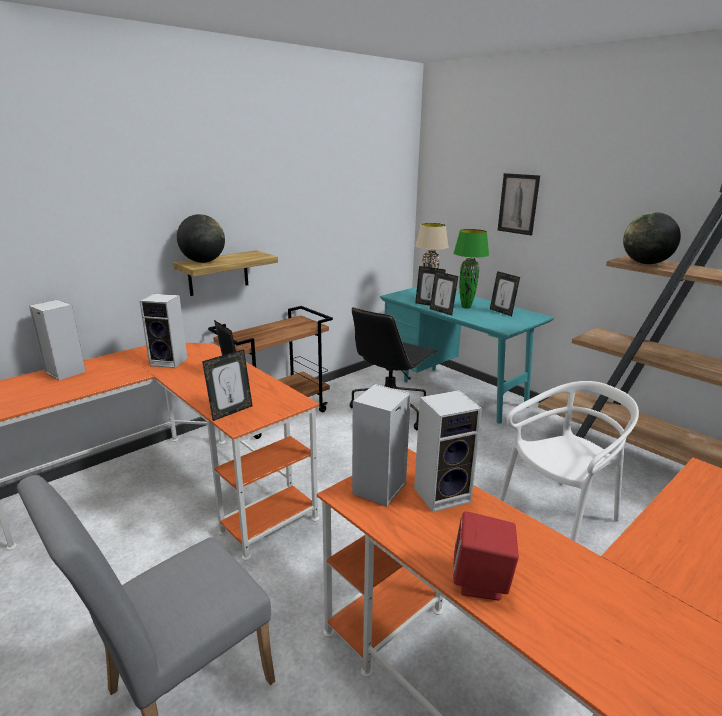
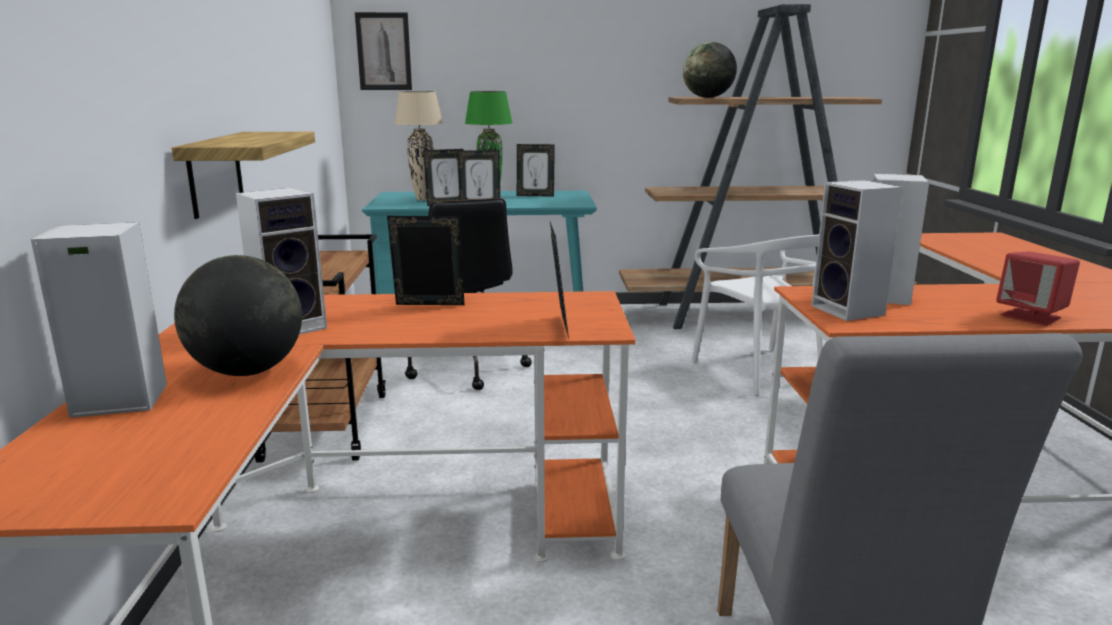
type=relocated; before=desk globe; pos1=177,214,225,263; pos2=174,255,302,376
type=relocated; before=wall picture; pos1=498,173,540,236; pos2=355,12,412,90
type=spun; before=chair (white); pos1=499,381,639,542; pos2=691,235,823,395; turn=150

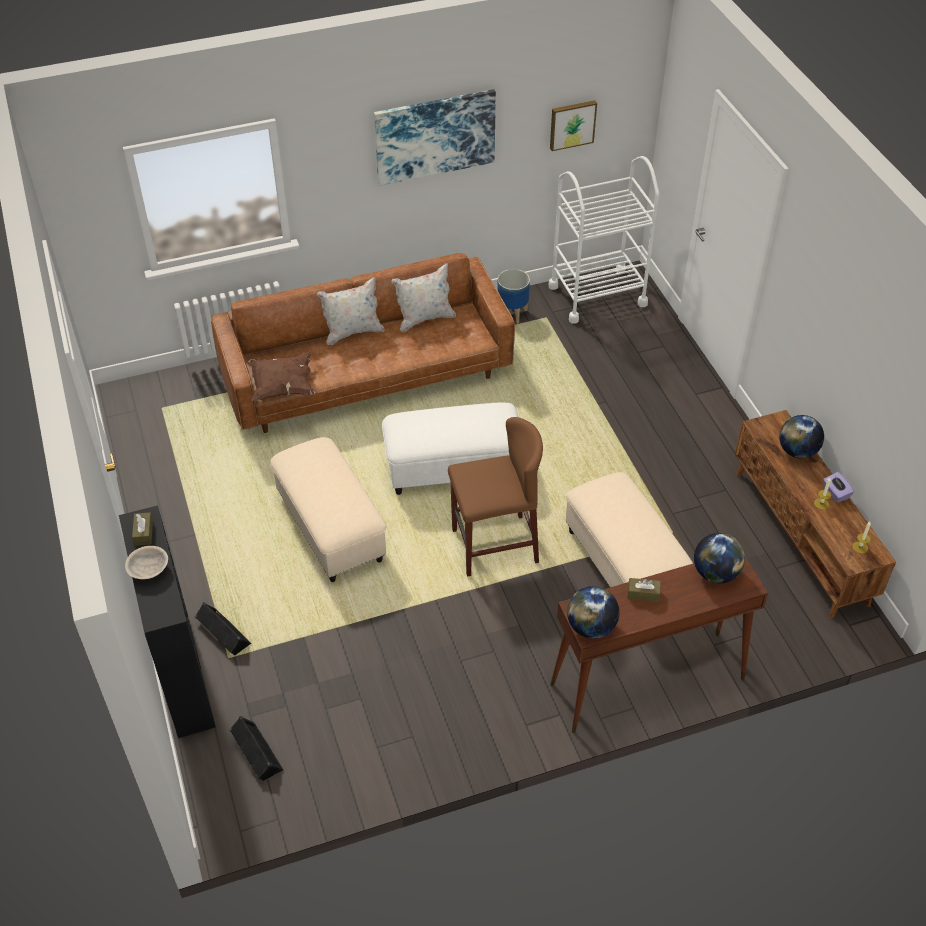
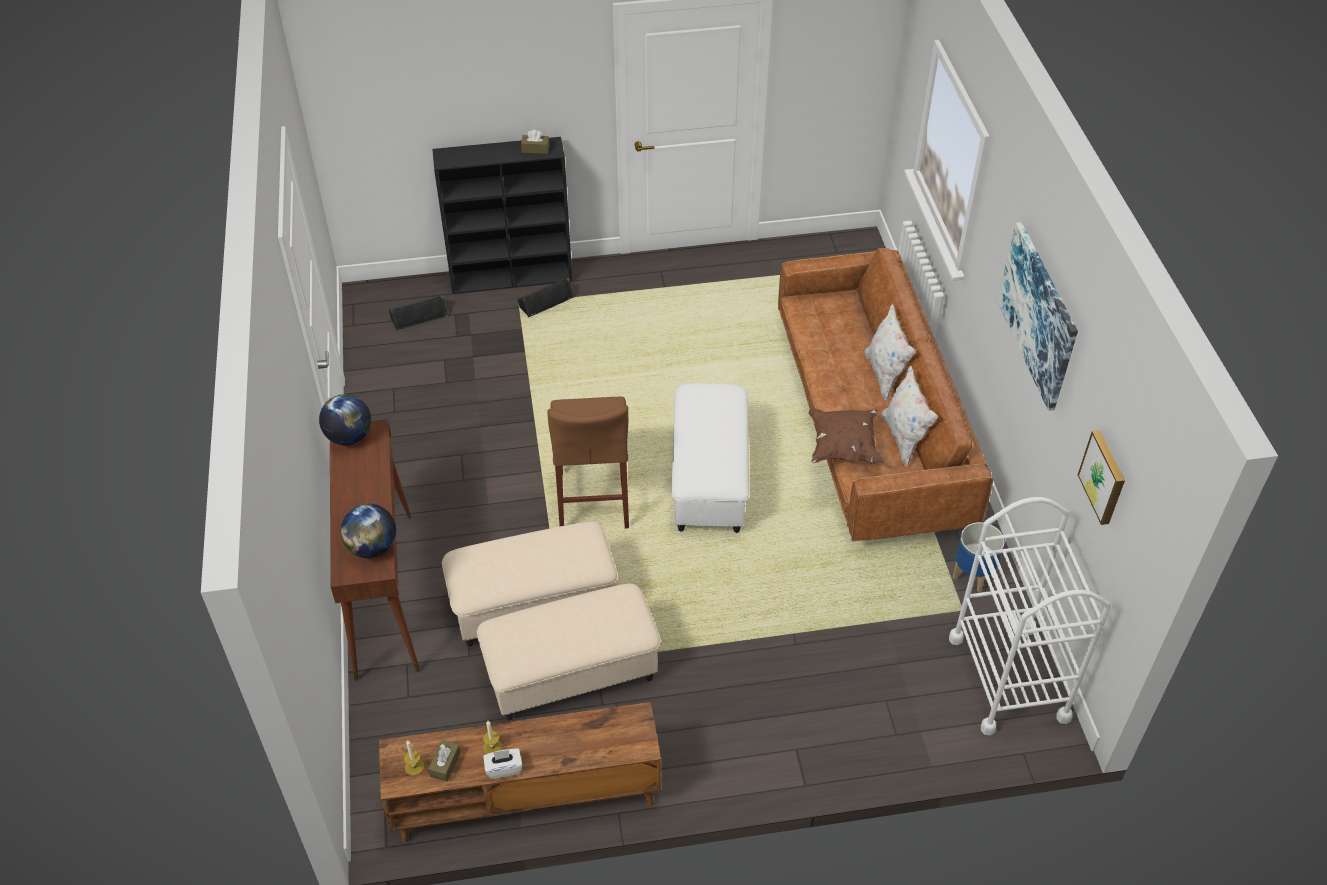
type=missing; before=serving bowl (beige-coloured); pos1=125,546,168,579
type=relocated; before=throw pillow (brownish); pos1=248,352,316,401; pos2=808,408,884,463
type=relocated; before=pouffe (beige-coloured); pos1=270,437,387,582; pos2=477,583,661,721
type=relocated; before=tissue box (brownish); pos1=628,578,661,602; pos2=428,740,461,782
type=missing; before=desk globe; pos1=779,415,824,459
type=colour; before=tissue box (purple-coloured); after=tissue box (white); pos1=823,472,854,503; pos2=483,749,523,779

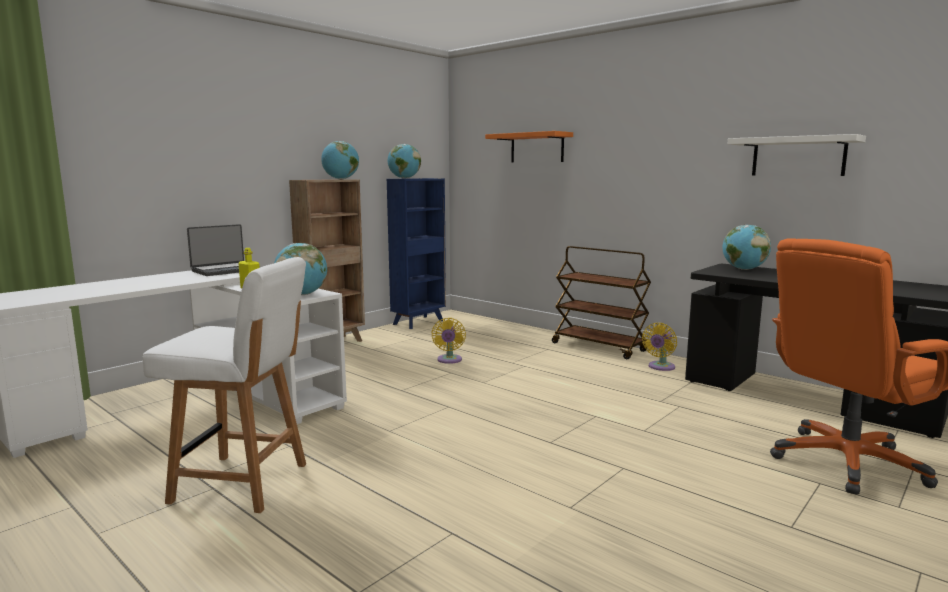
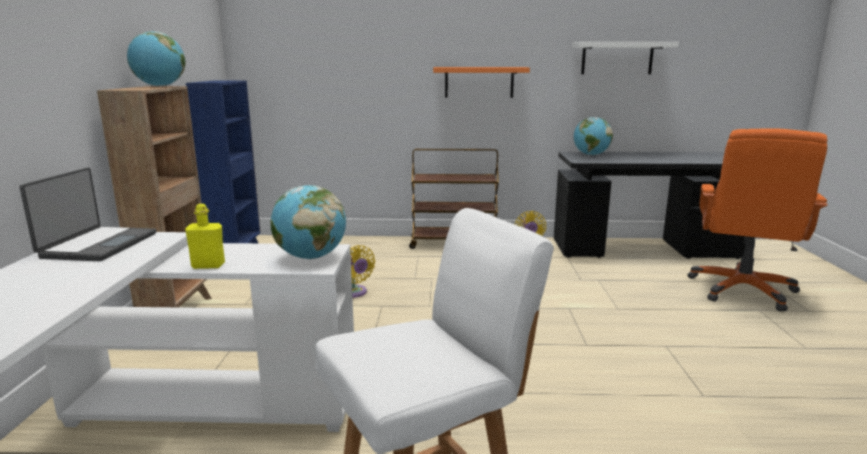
type=missing; before=desk globe; pos1=388,144,421,179
type=relocated; before=wall shelf (orangey); pos1=485,131,573,163; pos2=433,67,530,98

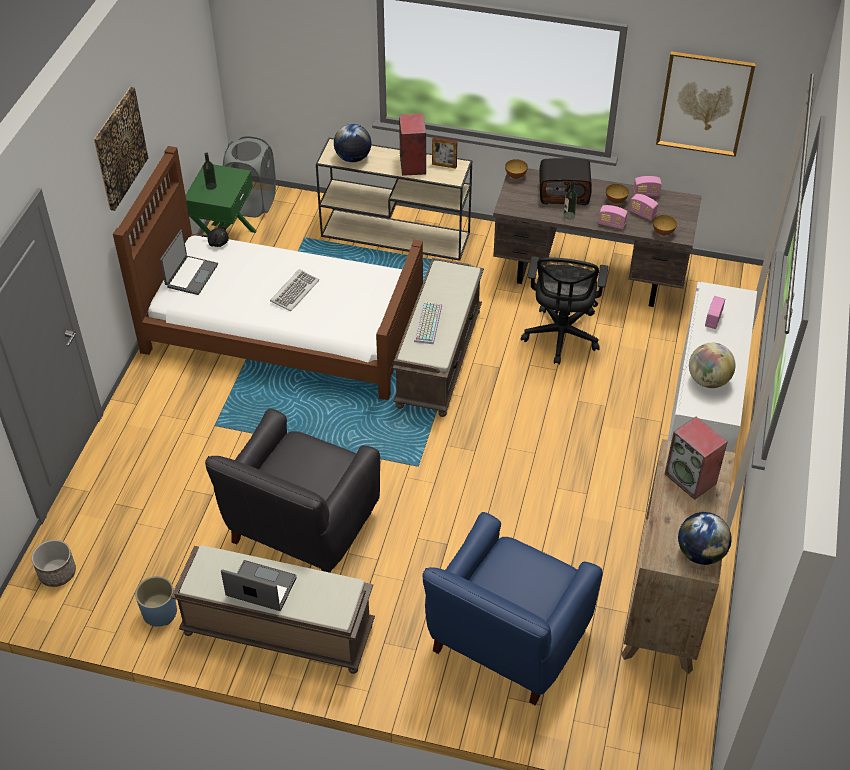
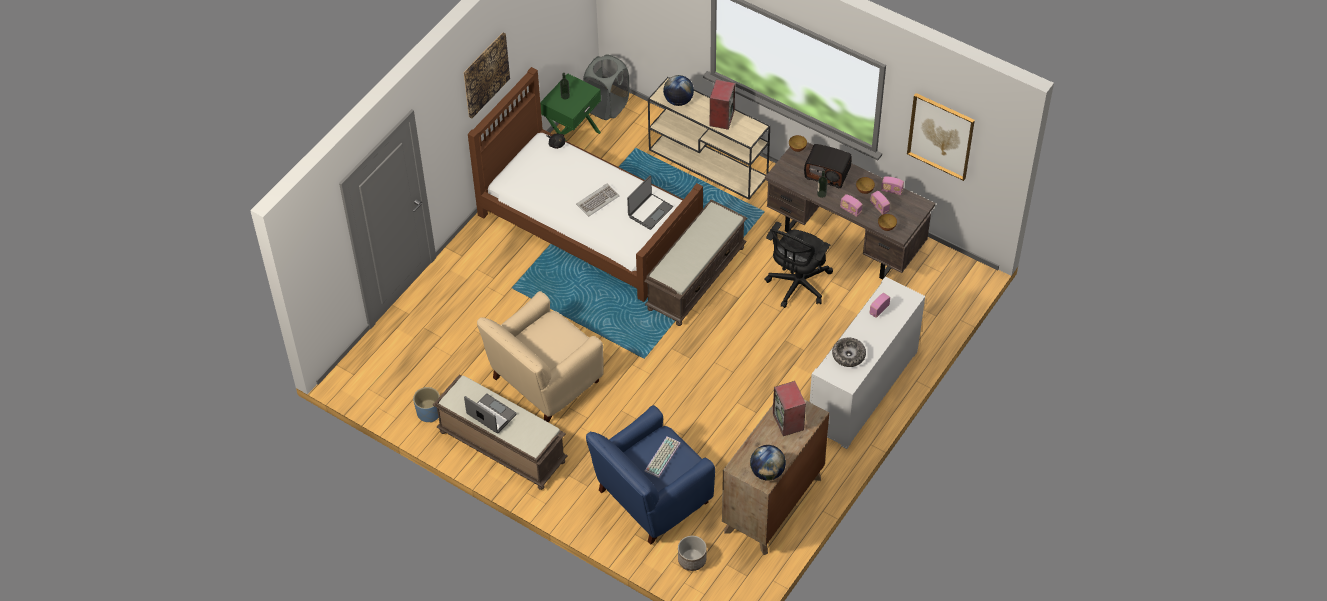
type=relocated; before=flower pot; pos1=32,540,76,587; pos2=678,536,707,571
type=relocated; before=laptop; pos1=160,230,218,295; pos2=627,175,673,230
type=colour; before=lounge chair (black-coloured); after=lounge chair (beige-coloured); pos1=205,408,380,573; pos2=477,291,604,422
type=relocated; before=keyboard; pos1=414,301,442,344; pos2=644,436,681,478
type=missing; before=picture frame; pos1=432,137,457,168
type=exchanged; before=desk globe; after=serving bowl; pos1=689,343,736,388; pos2=832,338,866,367

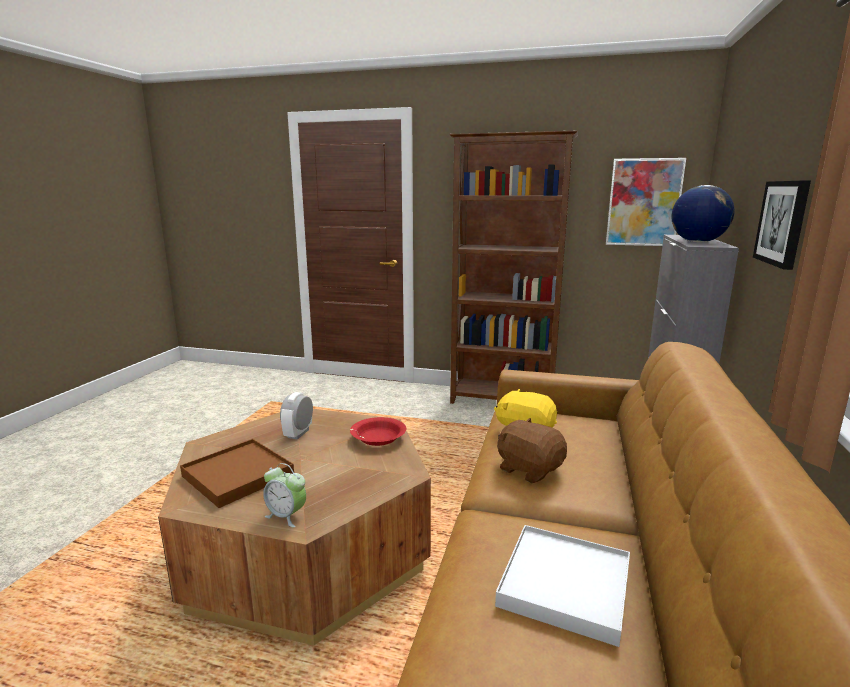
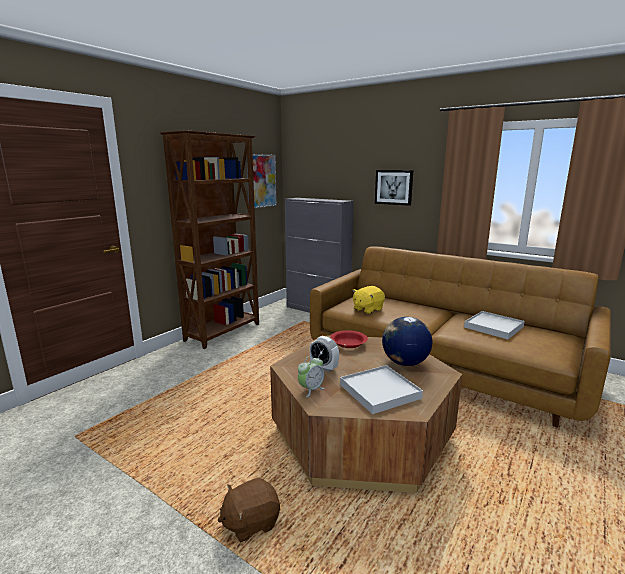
type=colour; before=serving tray (brownish); after=serving tray (white); pos1=180,439,294,508; pos2=340,365,423,414
type=relocated; before=bedside clock; pos1=263,463,306,527; pos2=298,355,324,397
type=relocated; before=cuddly toy (brownish); pos1=497,418,567,483; pos2=217,478,280,542
type=relocated; before=desk globe; pos1=671,185,735,243; pos2=382,317,432,366

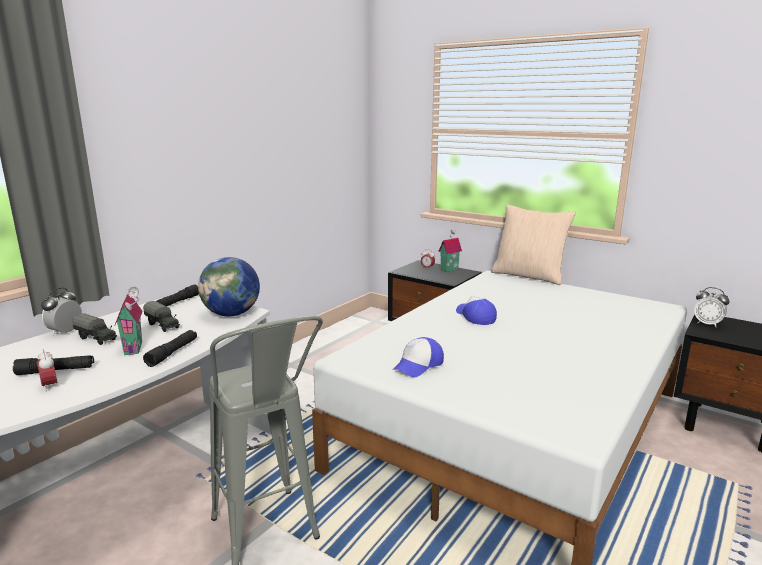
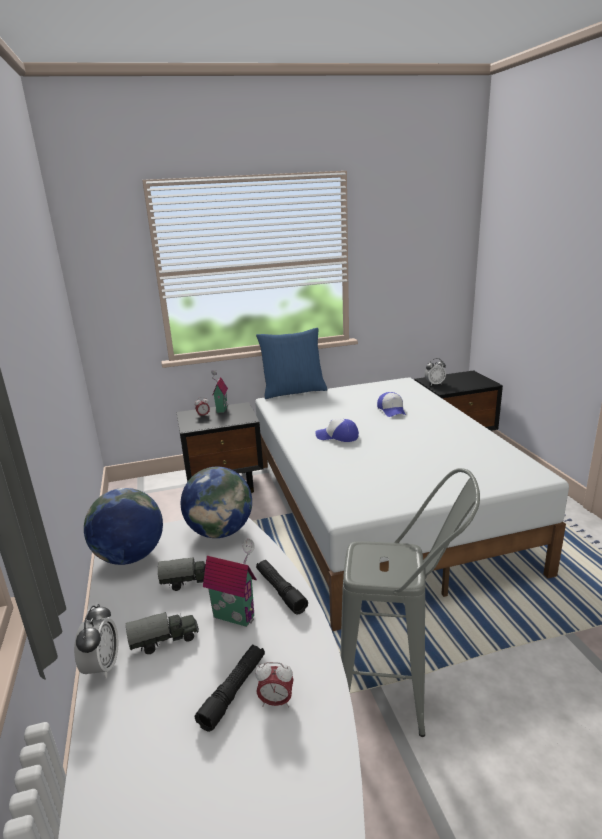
type=spun; before=bedside clock; pos1=41,287,82,335; pos2=74,604,118,678; turn=-150
type=exchanged; before=hand torch (black-coloured); after=desk globe; pos1=156,284,199,307; pos2=84,488,163,565
type=relocated; before=baseball cap; pos1=393,337,444,377; pos2=377,392,406,417
type=colour; before=throw pillow (beige-coloured); after=throw pillow (bluish); pos1=491,205,576,285; pos2=256,328,327,399

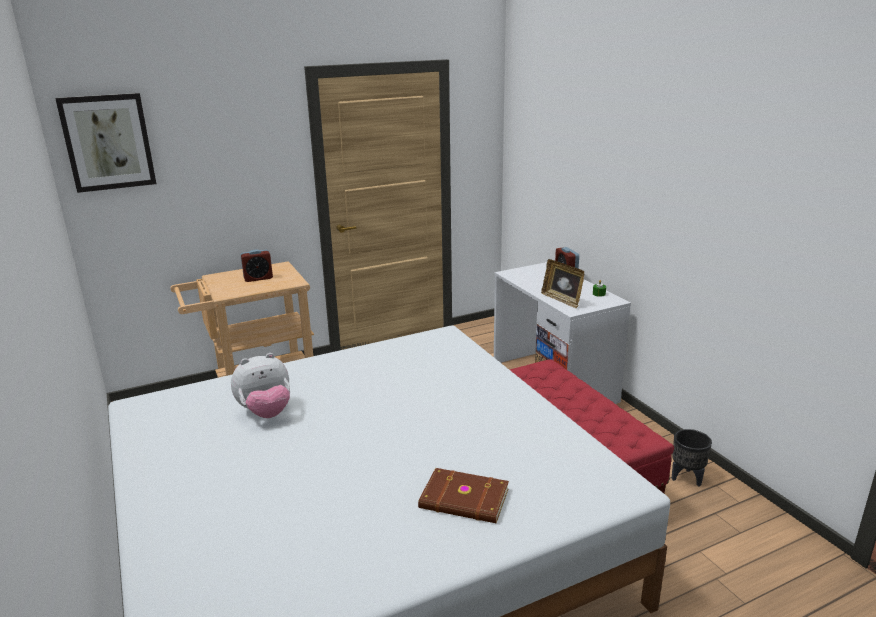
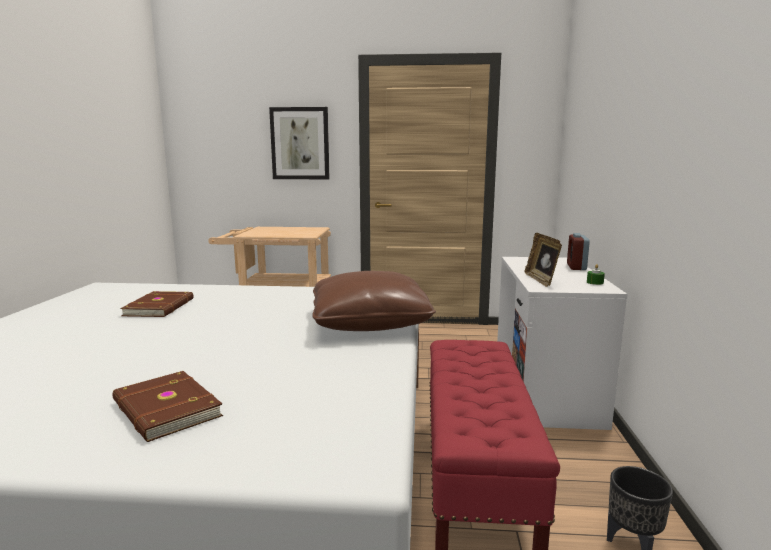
type=relocated; before=wall picture; pos1=55,93,156,193; pos2=269,107,330,179
type=exchanged; before=cuddly toy; after=book (brownish); pos1=231,353,290,418; pos2=120,291,193,317
type=missing; before=bedside clock; pos1=241,250,273,282
type=appeared; after=throw pillow (brownish); pos2=312,271,436,331

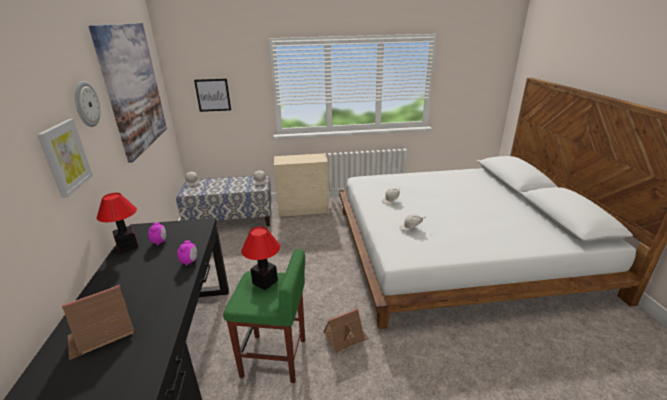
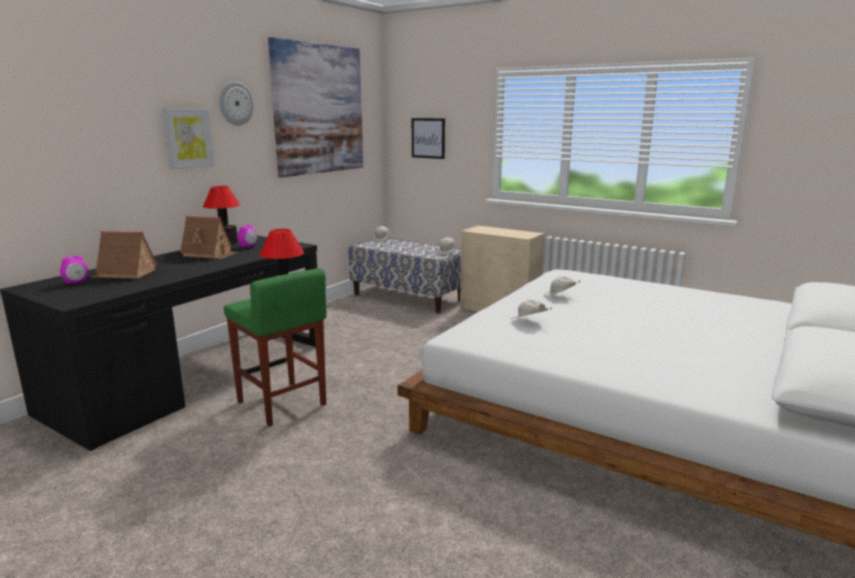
type=relocated; before=bedside clock; pos1=177,240,197,266; pos2=60,256,88,284
type=relocated; before=miniature house; pos1=323,308,369,353; pos2=180,216,238,259

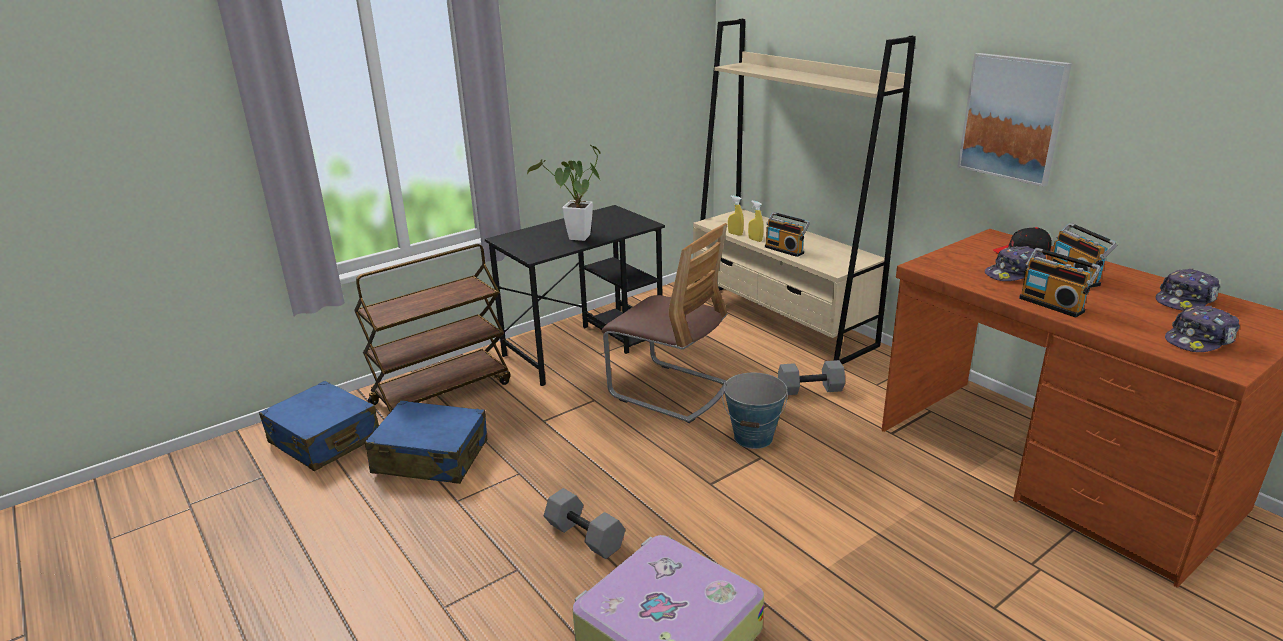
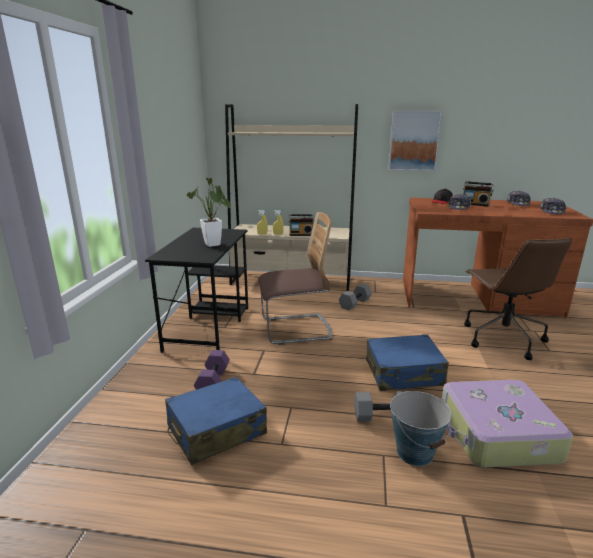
type=relocated; before=suitcase (bluish); pos1=259,381,379,471; pos2=366,334,449,391
type=missing; before=cart (brownish); pos1=354,244,510,415
type=relocated; before=pail; pos1=722,373,788,449; pos2=390,391,452,466
type=missing; before=radio set; pos1=1019,248,1101,318
type=appeared; after=dumbbell (purple-coloured); pos2=194,350,230,390
type=appeared; after=office chair (brownish); pos2=464,238,572,360

